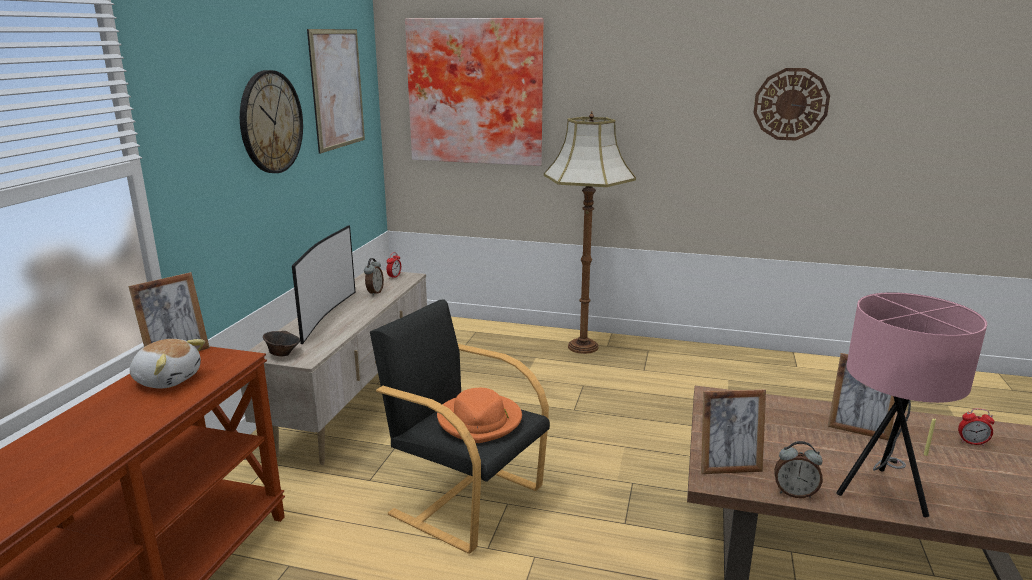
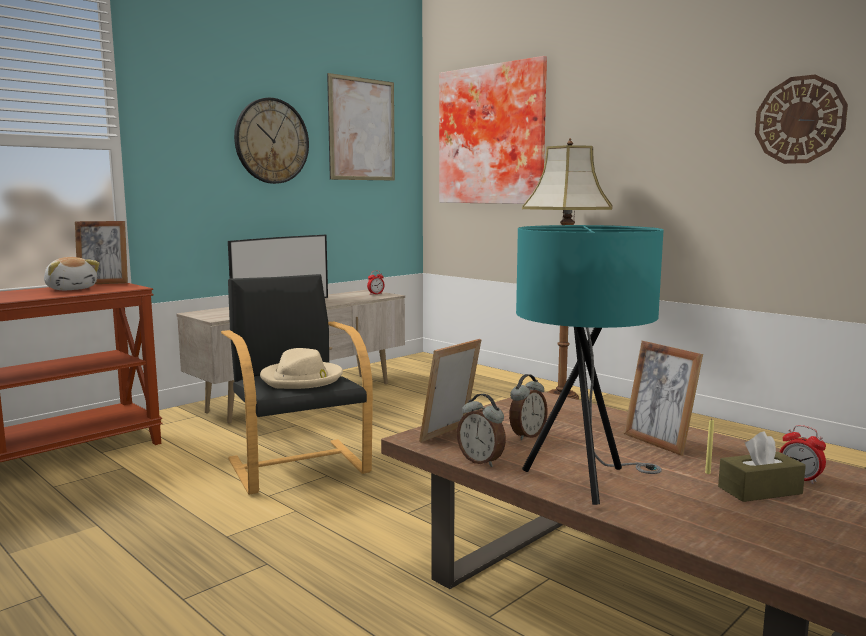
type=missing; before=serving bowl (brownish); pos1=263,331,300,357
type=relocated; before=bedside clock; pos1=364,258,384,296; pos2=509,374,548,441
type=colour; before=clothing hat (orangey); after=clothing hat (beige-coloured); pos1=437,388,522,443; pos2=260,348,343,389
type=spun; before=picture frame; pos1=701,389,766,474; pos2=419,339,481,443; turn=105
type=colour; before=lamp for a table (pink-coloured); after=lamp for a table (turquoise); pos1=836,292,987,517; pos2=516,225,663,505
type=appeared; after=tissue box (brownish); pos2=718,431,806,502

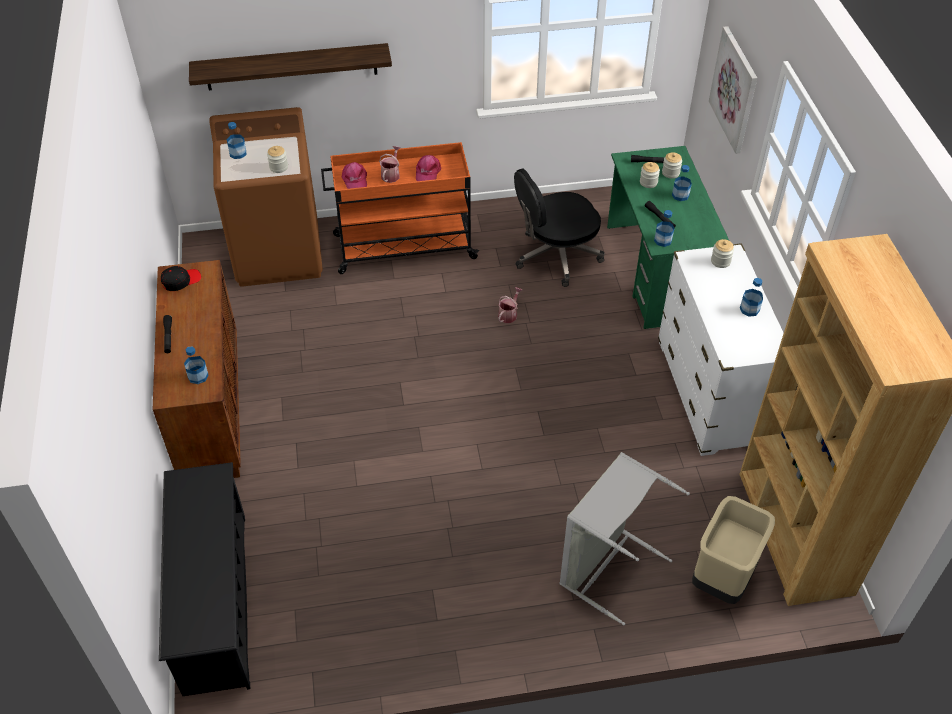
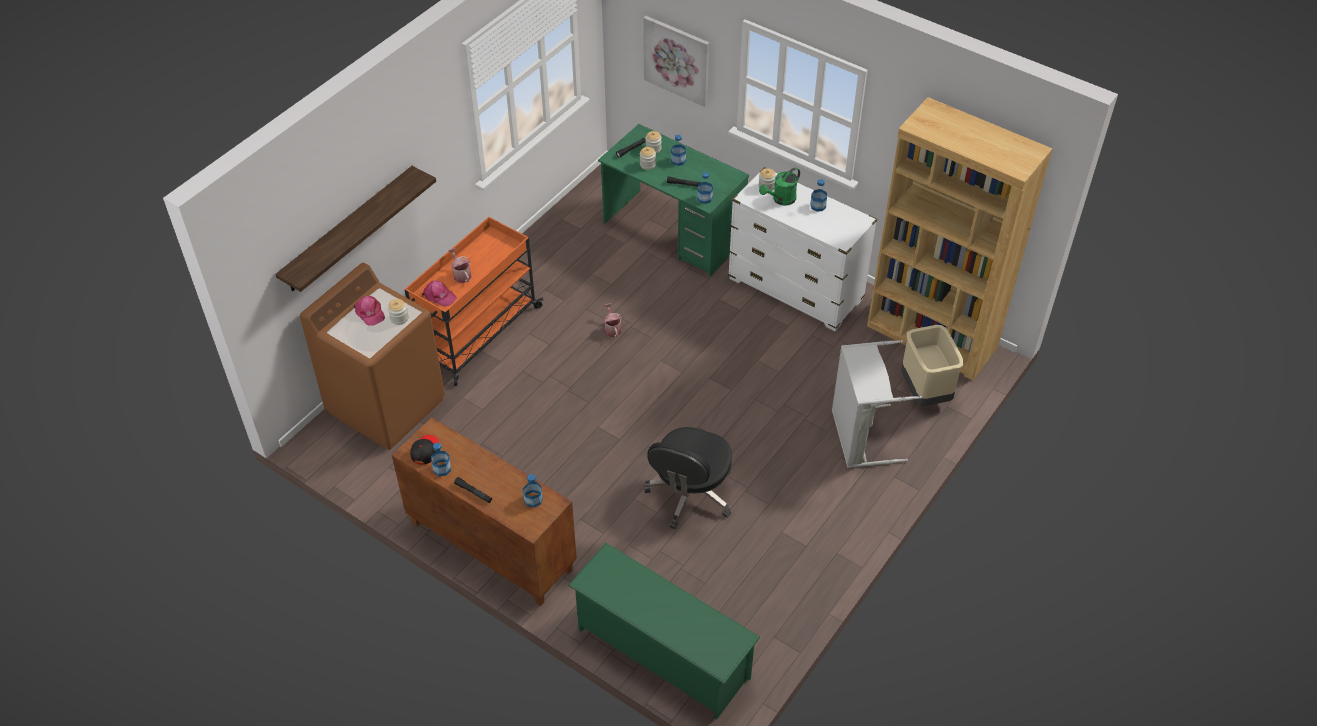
type=colour; before=shoe stand (black-coloured); after=shoe stand (green); pos1=159,462,250,696; pos2=568,543,760,720
type=relocated; before=bottle; pos1=227,122,246,159; pos2=431,443,451,476
type=relocated; before=baseball cap (pink-coloured); pos1=416,155,441,181; pos2=354,295,385,326
type=relocated; before=office chair (black-coloured); pos1=514,168,605,287; pos2=644,427,732,529
type=appeared; after=watering can (green); pos2=759,167,800,206

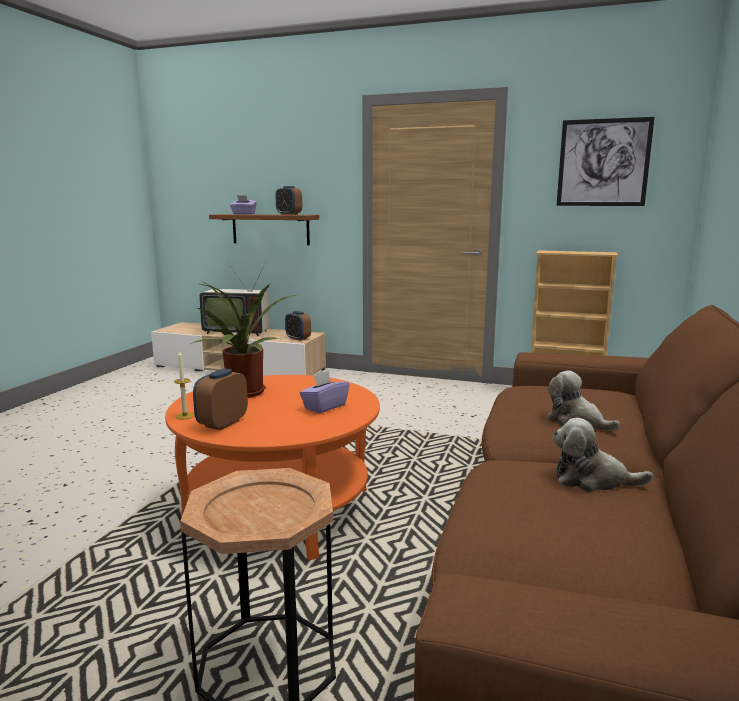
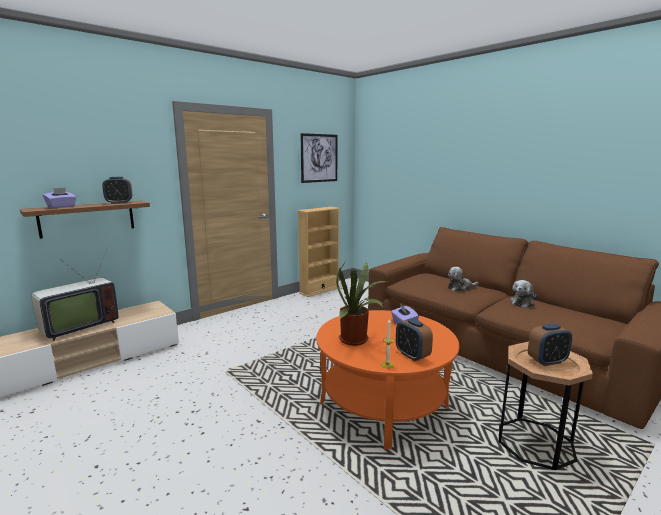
type=relocated; before=bedside clock; pos1=285,311,311,341; pos2=528,324,572,366

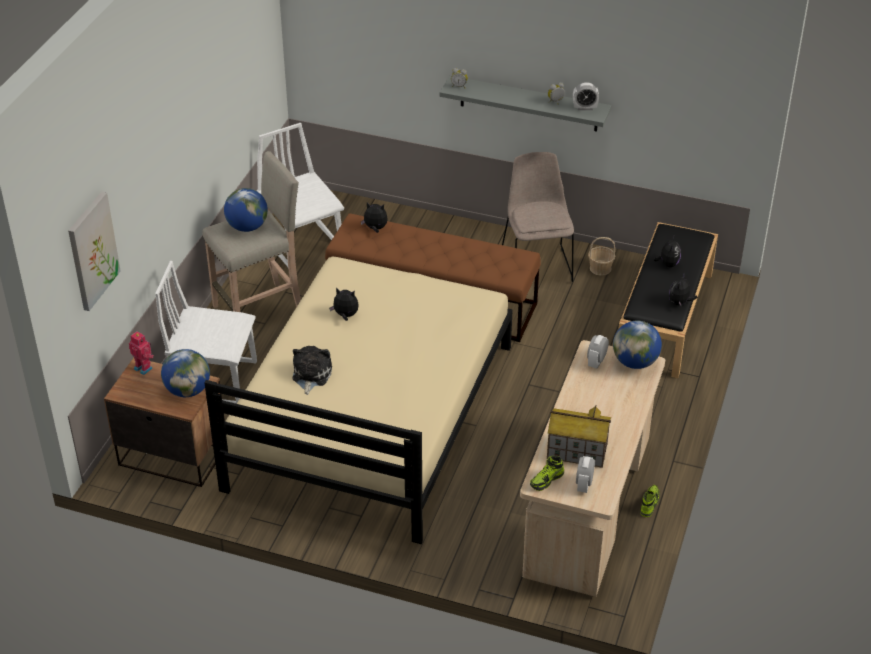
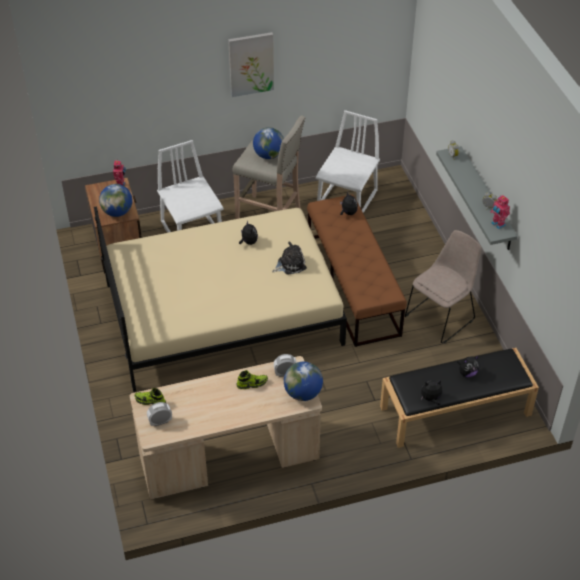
type=relocated; before=wall picture; pos1=68,191,121,311; pos2=228,32,274,97
type=relocated; before=cuddly toy; pos1=292,346,332,395; pos2=272,241,307,275
type=missing; before=miniature house; pos1=547,405,611,468
type=exchanged; before=bedside clock; after=toy robot; pos1=573,82,599,110; pos2=491,195,510,229
type=missing; before=basket; pos1=588,237,615,276
type=relocated; before=item of footwear; pos1=640,485,660,517; pos2=236,370,268,389

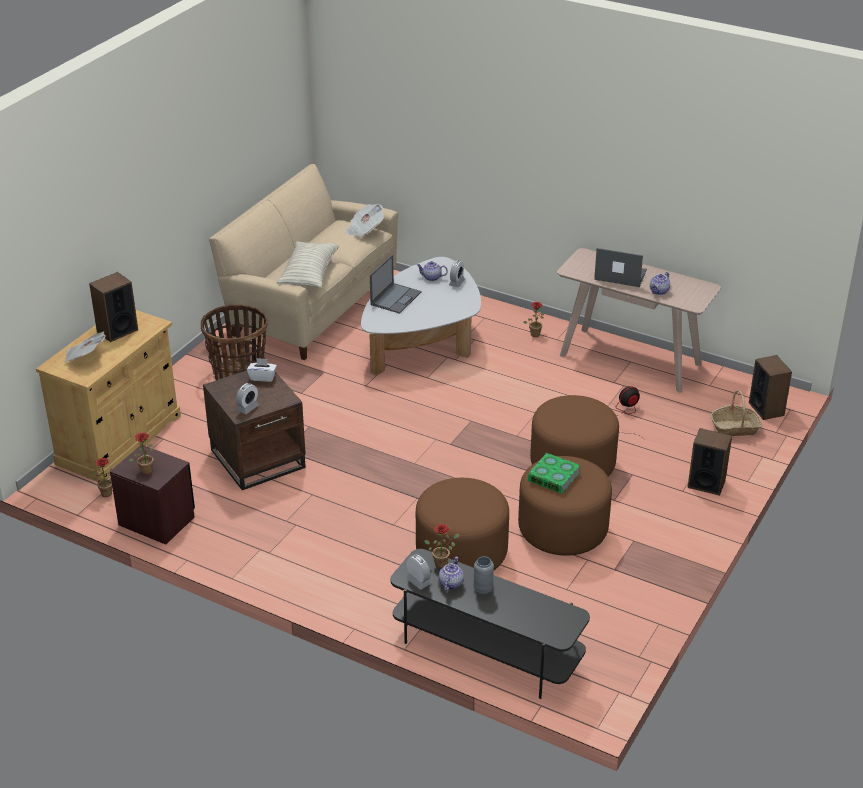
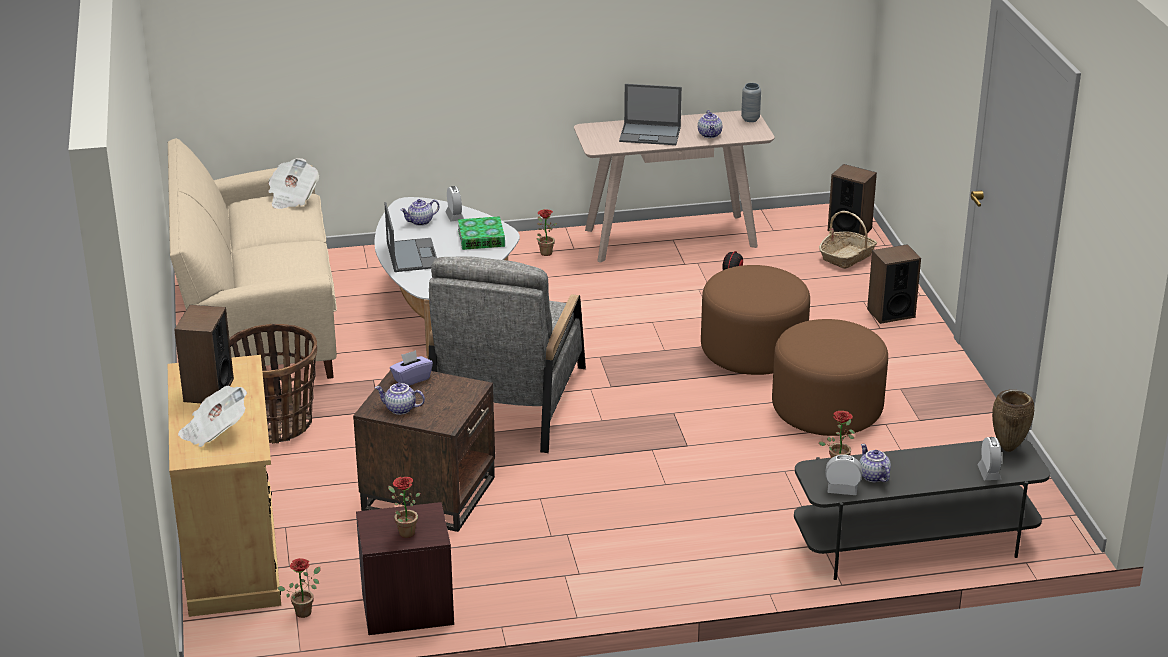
type=relocated; before=bedside clock; pos1=236,383,259,414; pos2=977,437,1001,480
type=colour; before=tissue box (white); after=tissue box (purple-coloured); pos1=247,358,277,382; pos2=390,350,433,386
type=missing; before=throw pillow; pos1=277,241,339,288
type=missing; before=pouffe (brownish); pos1=416,478,509,570
type=relocated; before=flower vase (greyish); pos1=474,556,494,595; pos2=741,83,761,122
type=relocated; before=book; pos1=528,453,580,494; pos2=458,216,505,250
type=spun; before=laptop; pos1=594,248,647,287; pos2=619,84,682,145; turn=-150
type=appeared; after=teapot; pos2=375,383,425,415
type=appeared; after=lounge chair (greyish); pos2=429,256,586,453
type=appeared; after=flower vase (brownish); pos2=992,390,1034,452

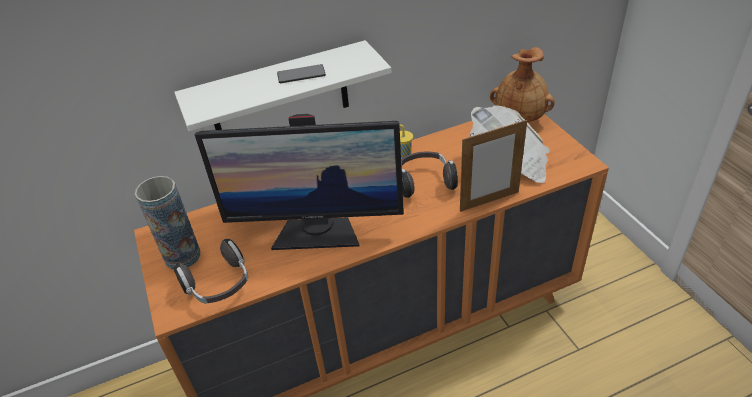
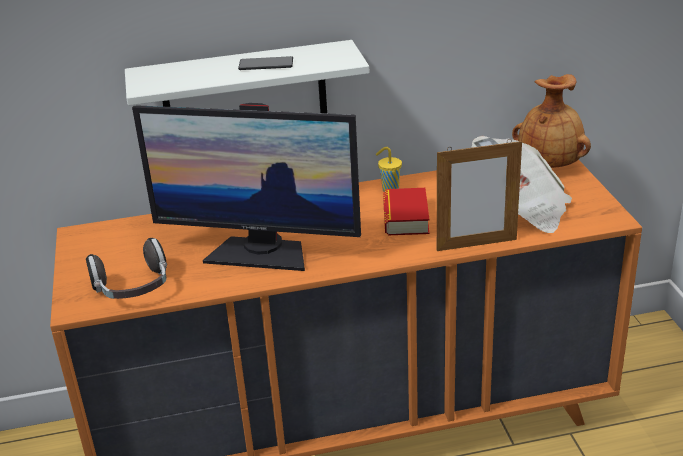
type=missing; before=flower vase; pos1=135,176,200,269
type=exchanged; before=pair of headphones; after=book; pos1=401,152,458,198; pos2=383,188,429,235

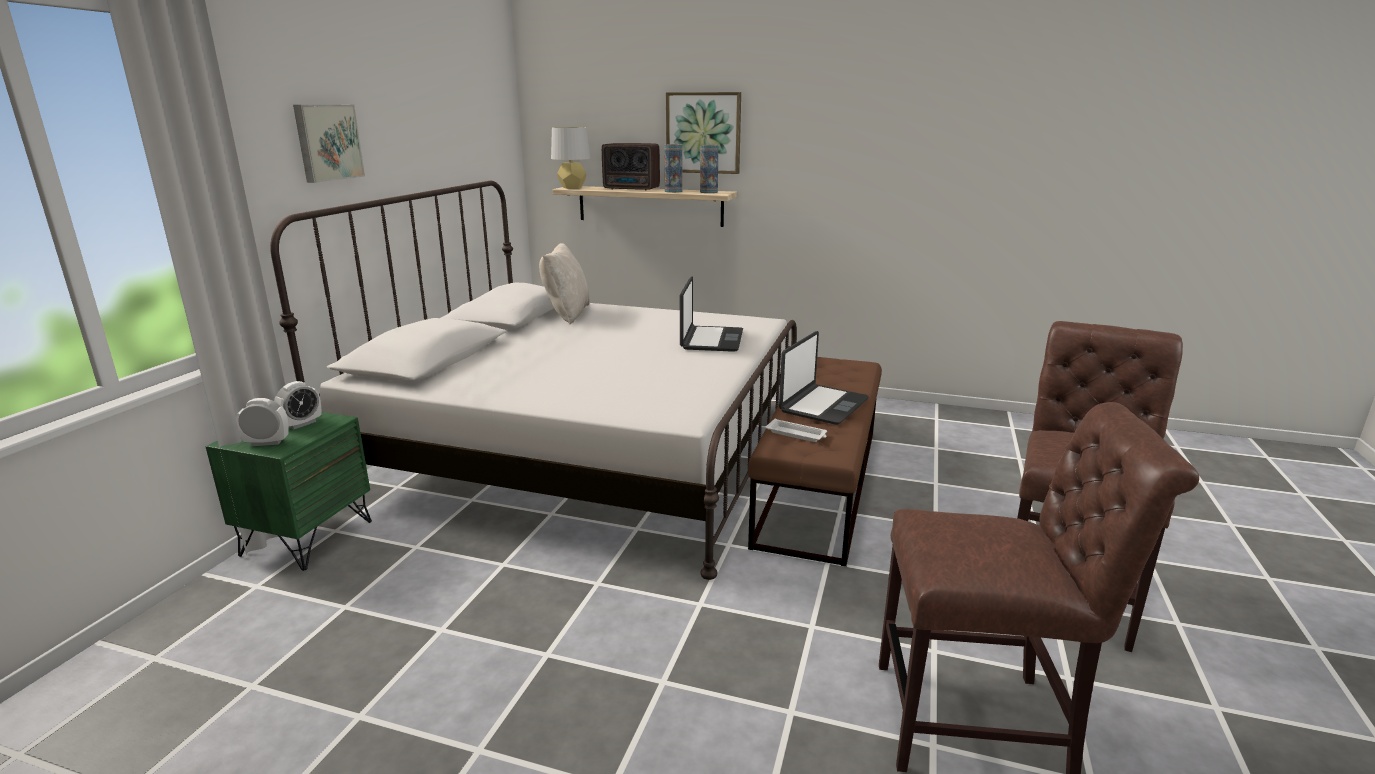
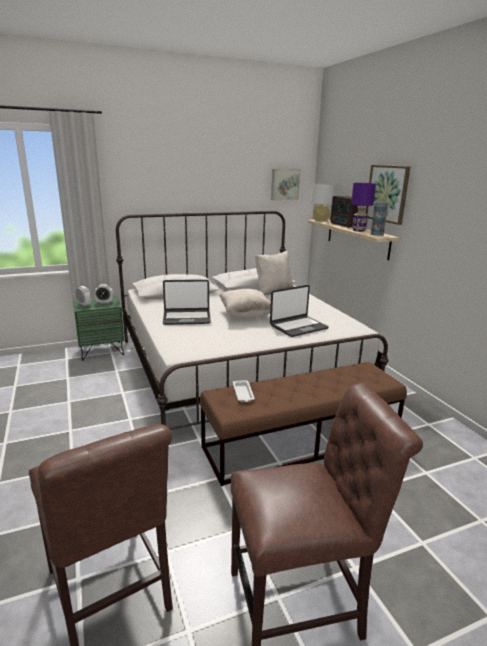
type=relocated; before=wall picture; pos1=293,105,365,183; pos2=271,169,301,200
type=exchanged; before=flower vase; after=lamp for a table (purple-coloured); pos1=664,144,682,193; pos2=351,183,376,232
type=relocated; before=laptop; pos1=779,331,869,425; pos2=163,280,211,325
type=appeared; after=throw pillow (beige-coloured); pos2=219,289,271,318

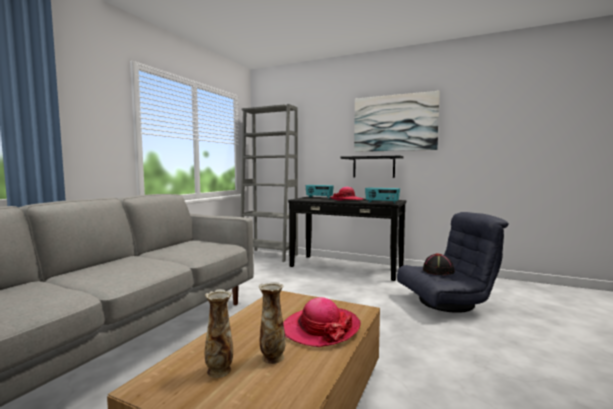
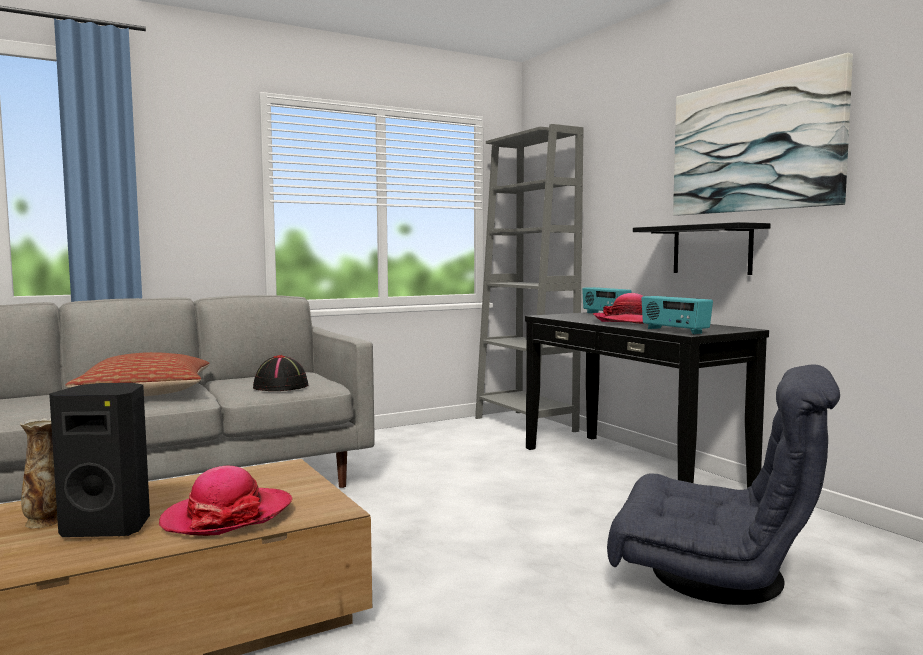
type=exchanged; before=flower vase; after=speaker (black-coloured); pos1=259,282,286,364; pos2=49,383,150,537
type=relocated; before=clothing hat (black-coloured); pos1=423,253,455,275; pos2=253,355,308,391
type=appeared; after=throw pillow; pos2=65,352,210,396

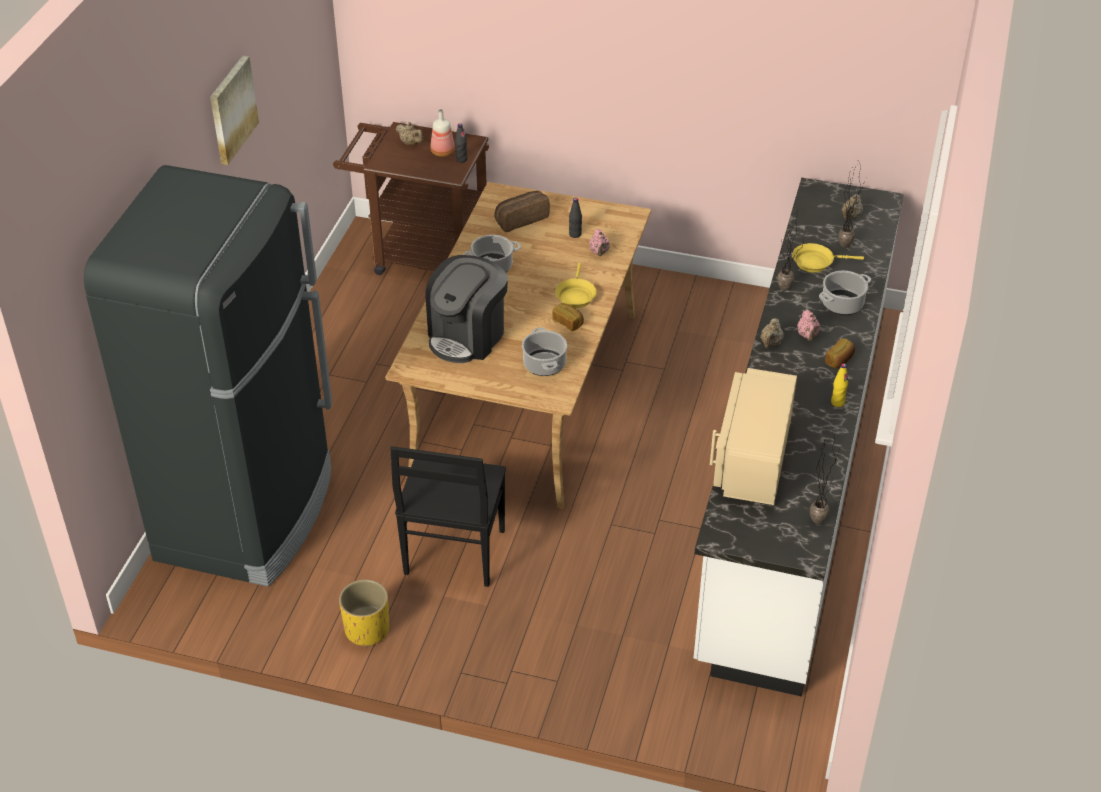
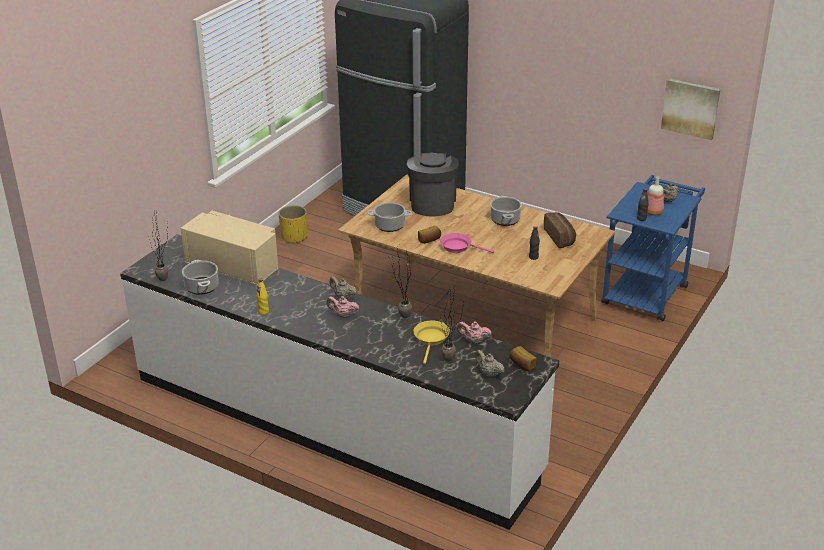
type=relocated; before=wall picture; pos1=210,56,259,165; pos2=661,78,721,140
type=colour; before=cart (brownish); after=cart (bluish); pos1=333,122,489,275; pos2=601,175,705,321
type=missing; before=chair (black-coloured); pos1=390,446,506,587
type=spun; before=coffee machine; pos1=425,255,508,363; pos2=407,152,459,217; turn=45
type=colour; before=frying pan (yellowish); after=frying pan (pink-coloured); pos1=555,263,597,308; pos2=440,233,494,253
type=relocated; before=teapot (pink-coloured); pos1=589,229,610,256; pos2=457,321,492,344
type=relocated; before=saucepot; pos1=819,270,871,315; pos2=182,260,219,295
type=relocated; before=baked bread; pos1=825,338,855,368; pos2=509,346,536,371

